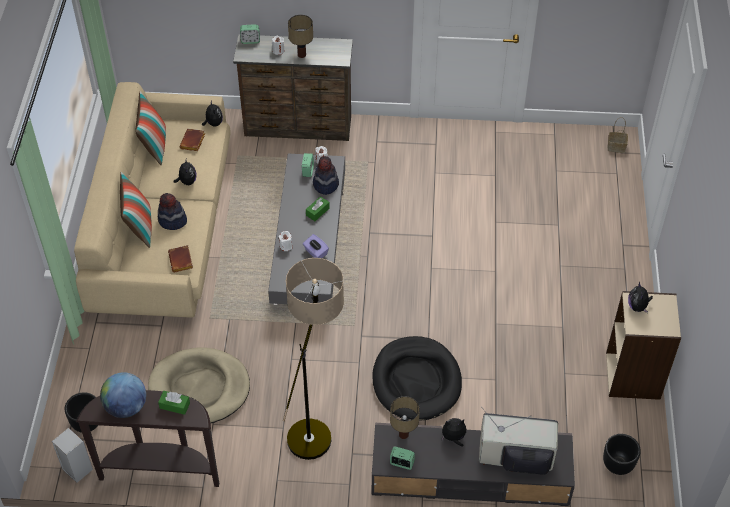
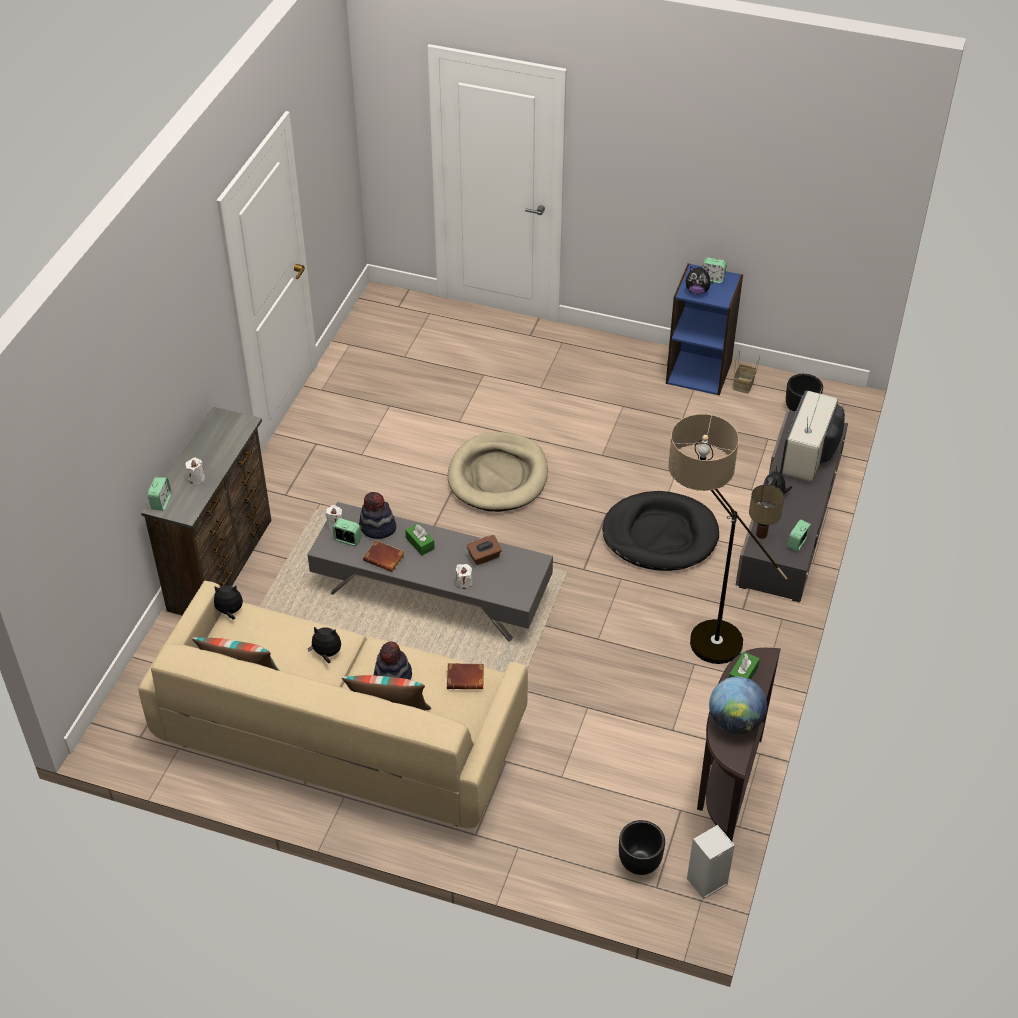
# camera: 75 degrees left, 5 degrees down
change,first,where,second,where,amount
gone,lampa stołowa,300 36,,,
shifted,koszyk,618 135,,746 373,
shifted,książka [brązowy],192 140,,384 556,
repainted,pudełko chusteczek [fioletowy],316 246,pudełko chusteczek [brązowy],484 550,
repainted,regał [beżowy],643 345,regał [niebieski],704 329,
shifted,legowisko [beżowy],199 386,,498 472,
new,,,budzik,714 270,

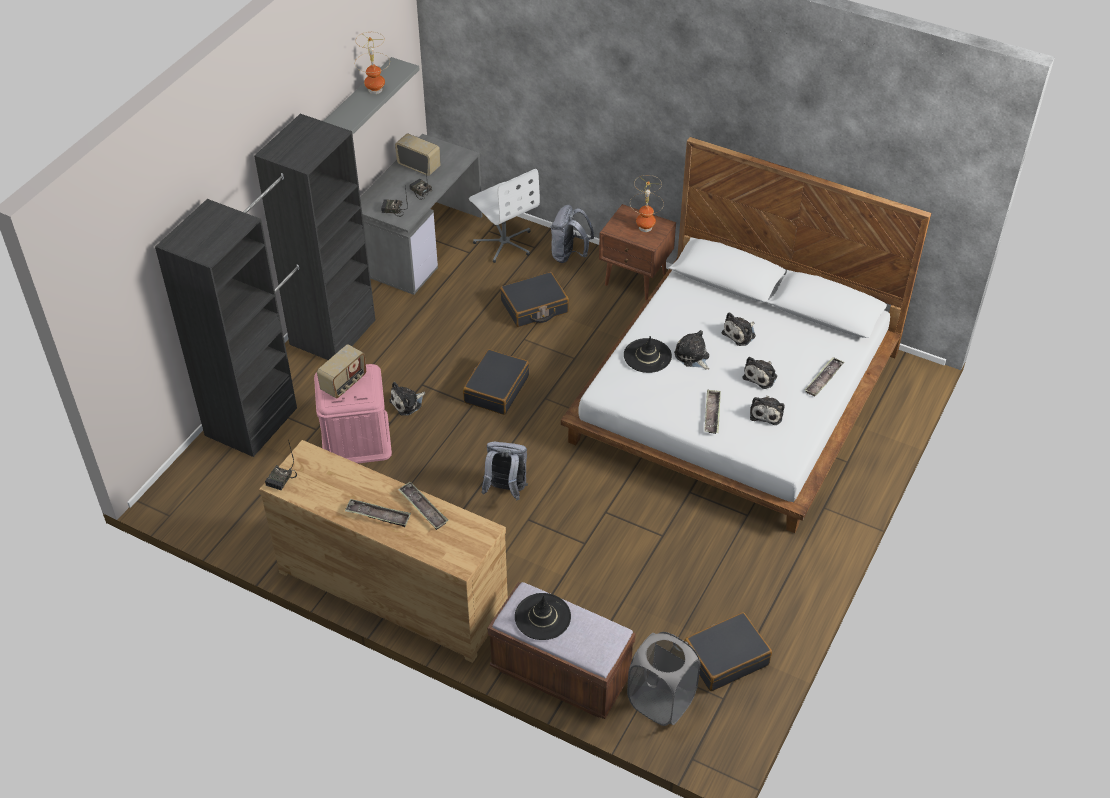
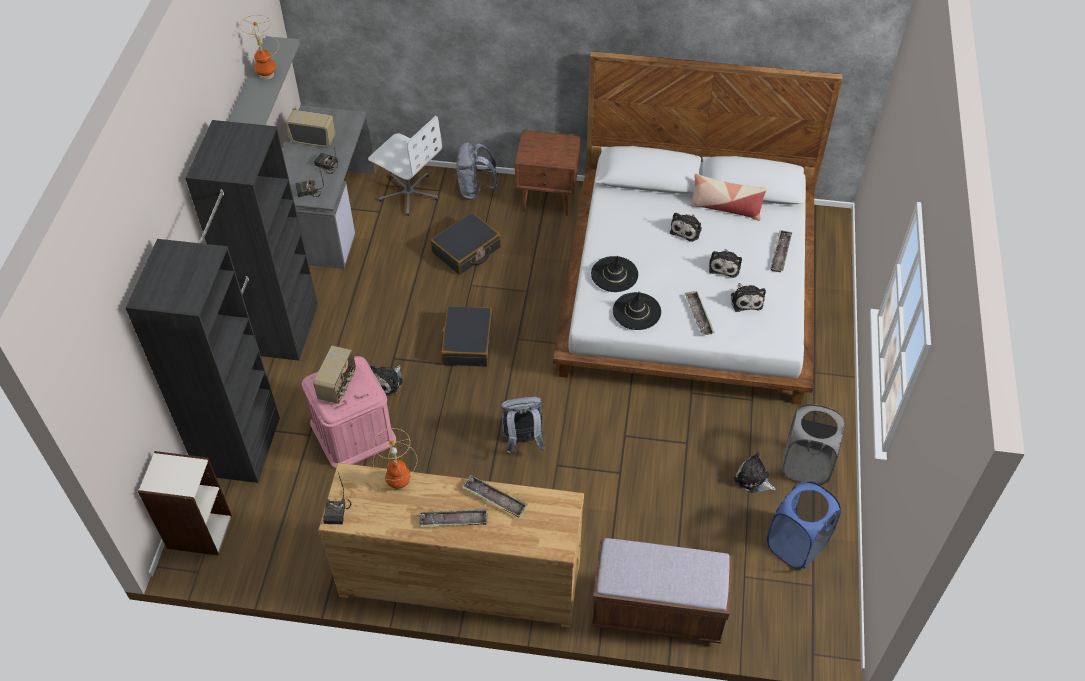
# camera: 20 degrees left, 5 degrees up
change,first,where,second,where,amount
shifted,lampa stołowa,647 203,,395 459,
shifted,pluszak,691 350,,755 472,
shifted,kapelusz [czarny],543 616,,637 311,
swapped,walizka [czarny],728 651,kosz na pranie [niebieski],804 525,
shifted,kosz na pranie [szary],663 679,,813 444,
new,,,poduszka,728 197,
new,,,regał,185 503,

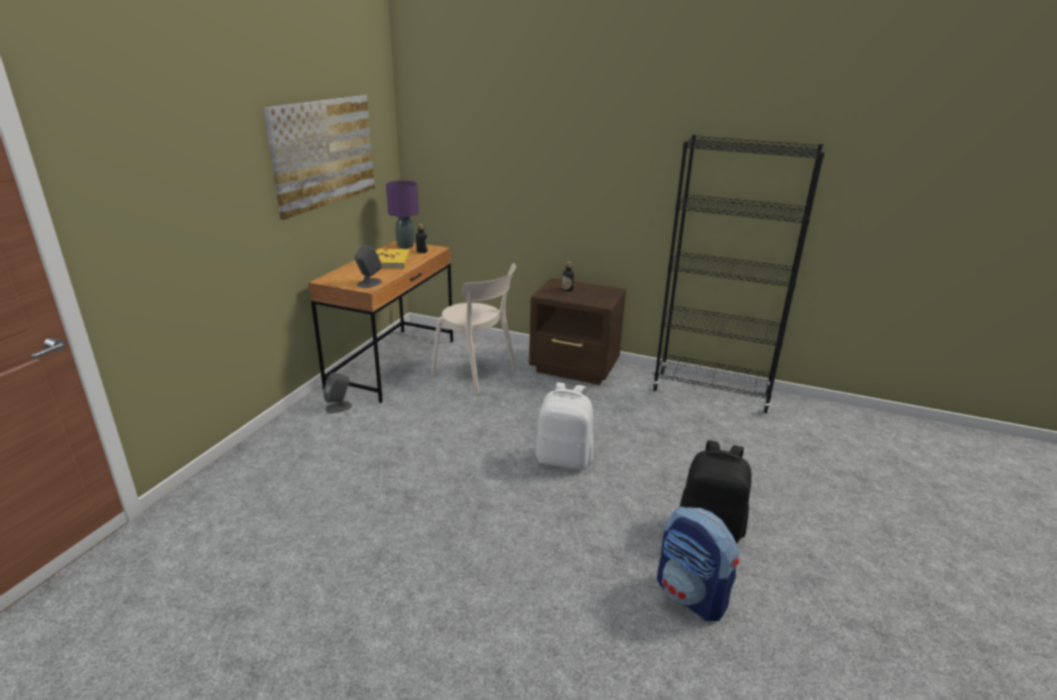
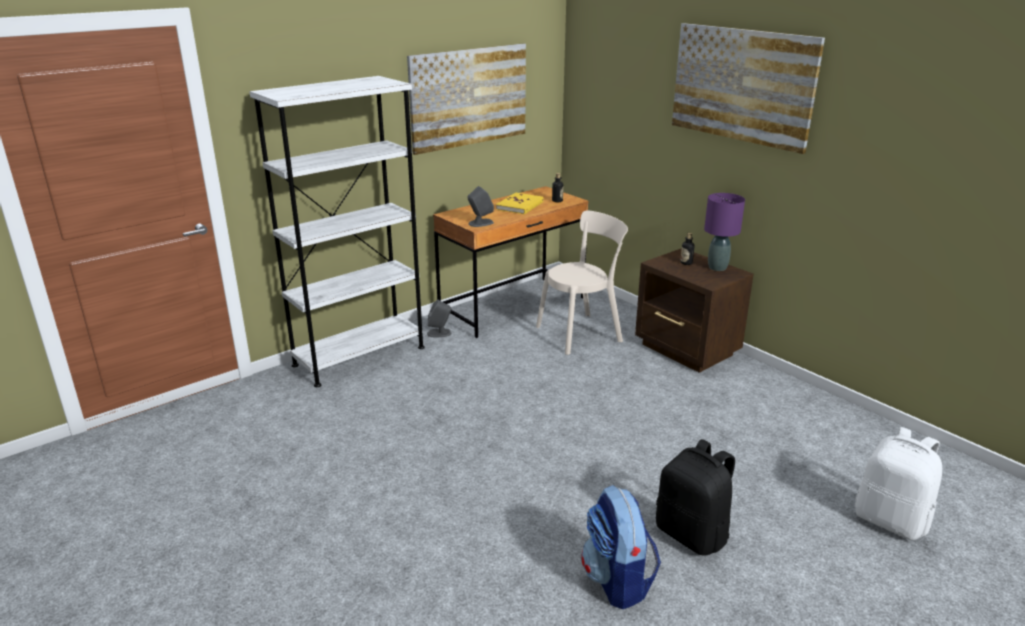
# camera: 30 degrees right, 0 degrees up
change,first,where,second,where,amount
gone,regał [czarny],738 274,,,
shifted,lampa stołowa [fioletowy],402 215,,724 232,
rotated,krzesło [beżowy],474 329,,582 282,90 degrees counterclockwise
shifted,plecak [biały],564 426,,898 483,
new,,,obraz,748 88,
new,,,regał [biały],337 231,

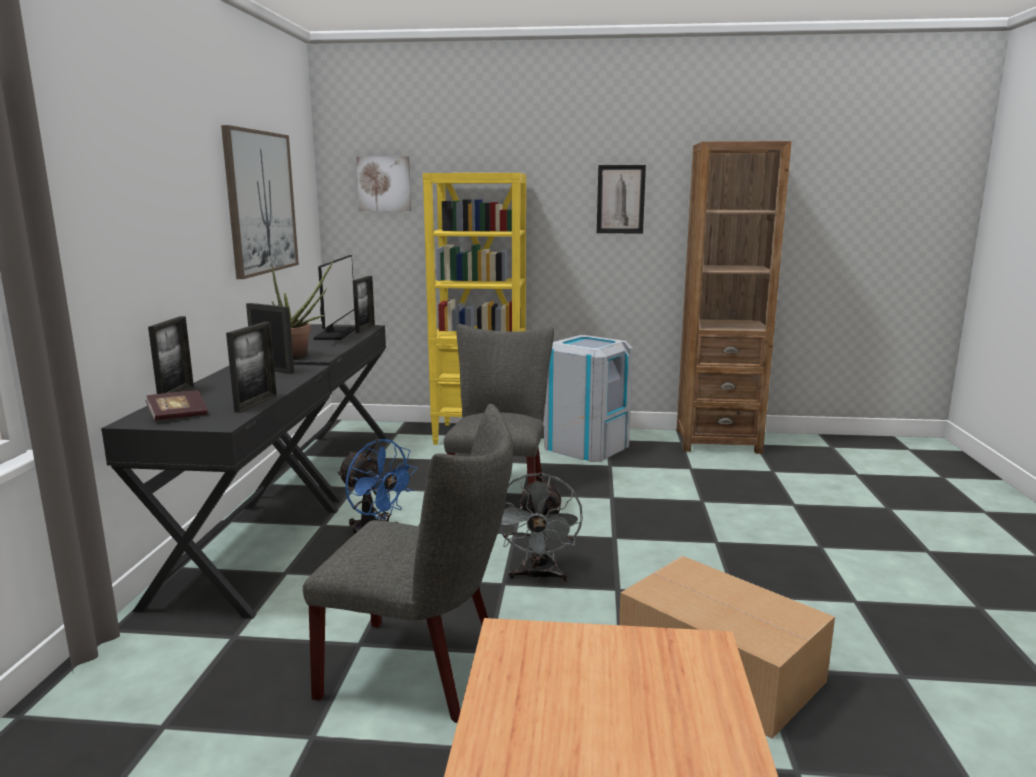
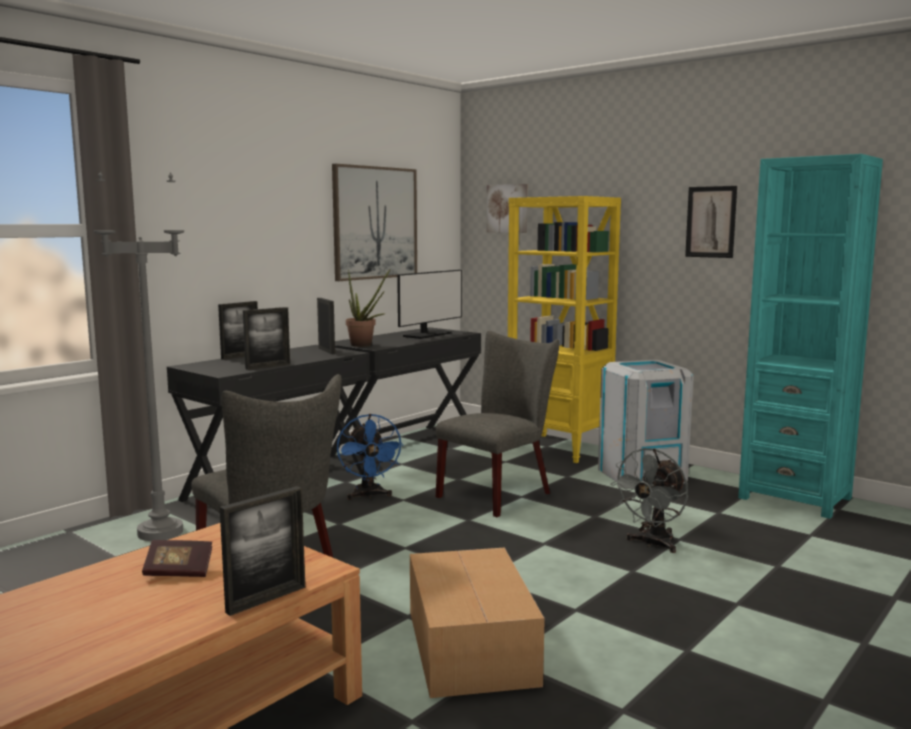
# camera: 35 degrees right, 5 degrees down
change,first,where,second,where,amount
repainted,regał [brązowy],734 297,regał [turkusowy],810 336,
shifted,ramka na zdjęcie,364 304,,262 551,
shifted,książka,177 405,,177 558,
shifted,wentylator [szary],541 527,,649 500,
new,,,lampa stojąca [szary],139 356,

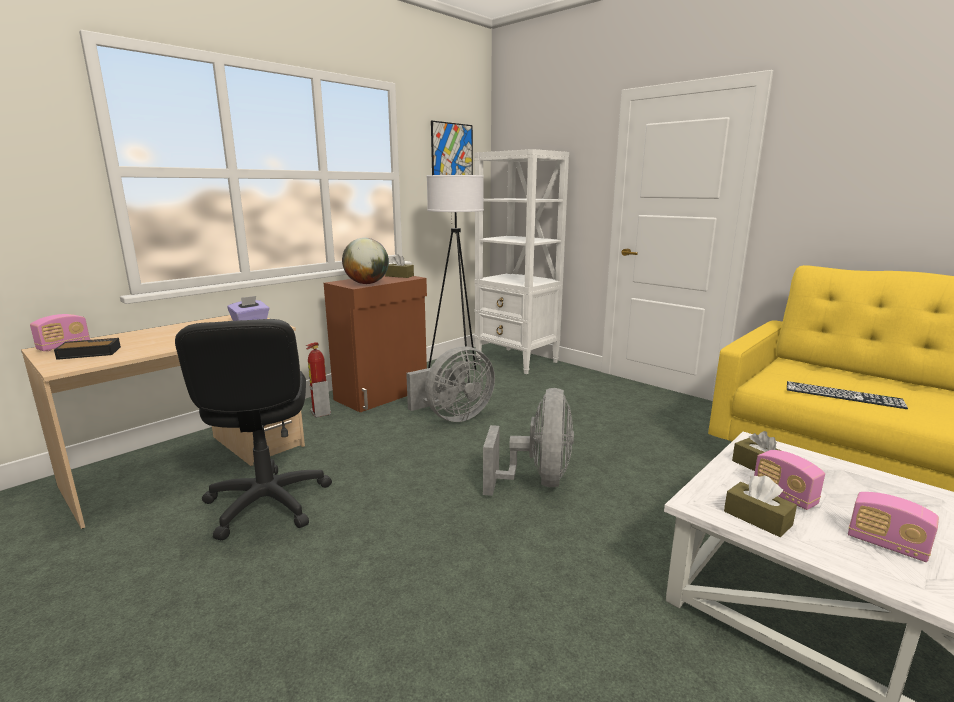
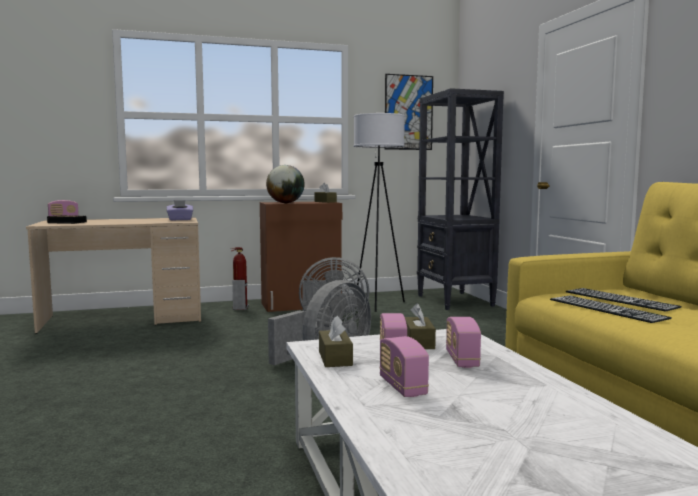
# camera: 30 degrees right, 10 degrees down
change,first,where,second,where,amount
repainted,regał [biały],521 261,regał [czarny],460 199,
gone,krzesło biurowe [czarny],253 429,,,
new,,,klawiatura,624 299,
new,,,radio,463 342,

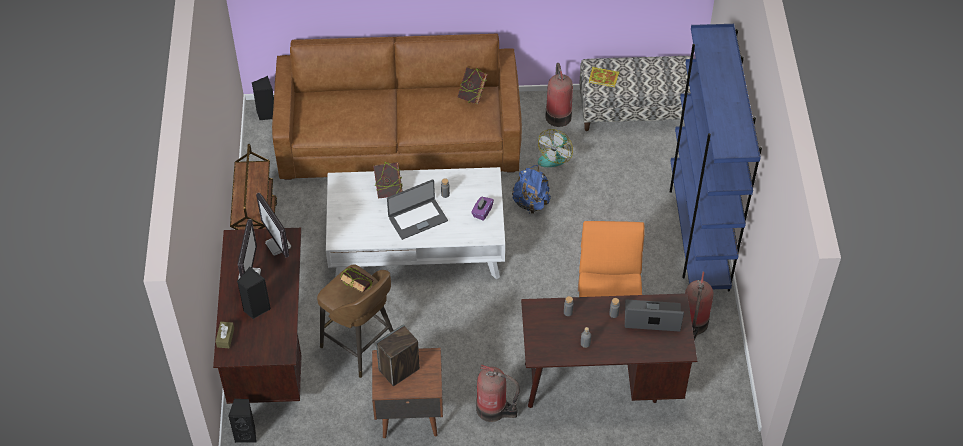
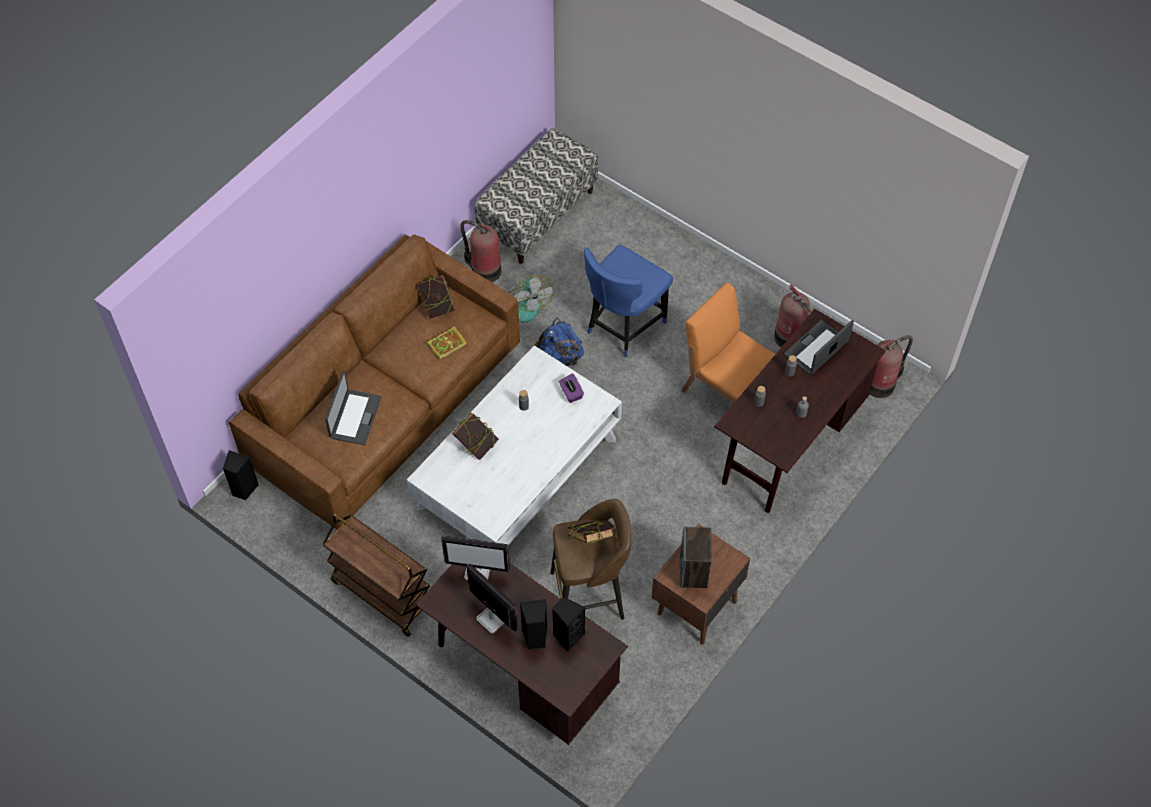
# camera: 50 degrees left, 5 degrees up
change,first,where,second,where,amount
gone,regał [niebieski],716 157,,,
shifted,książka,604 77,,446 342,
shifted,laptop,417 209,,353 408,
gone,pudełko chusteczek [brązowy],225 335,,,
shifted,gaśnica,498 393,,891 366,
shifted,głośnik [czarny],242 421,,568 624,
new,,,krzesło [niebieski],628 301,

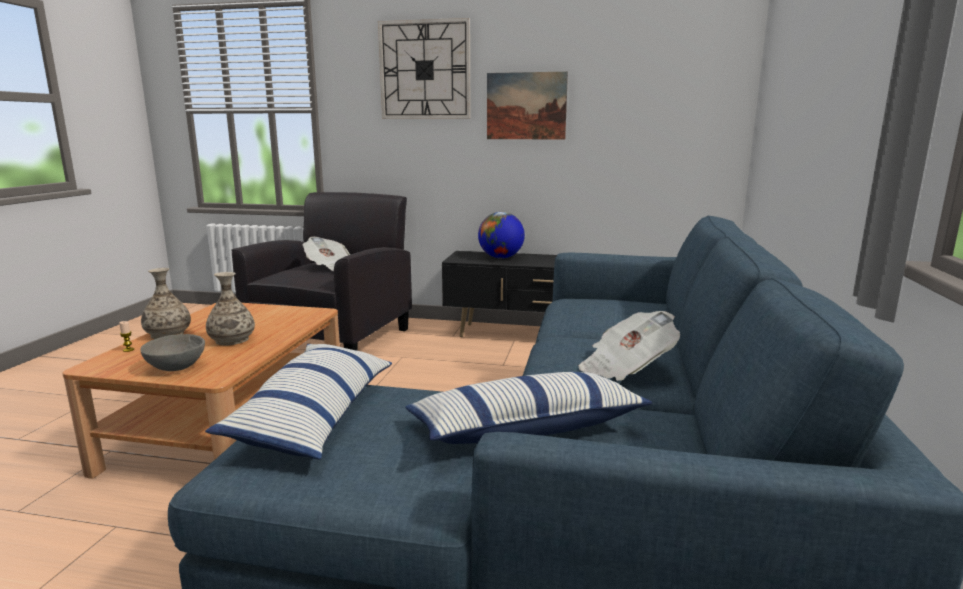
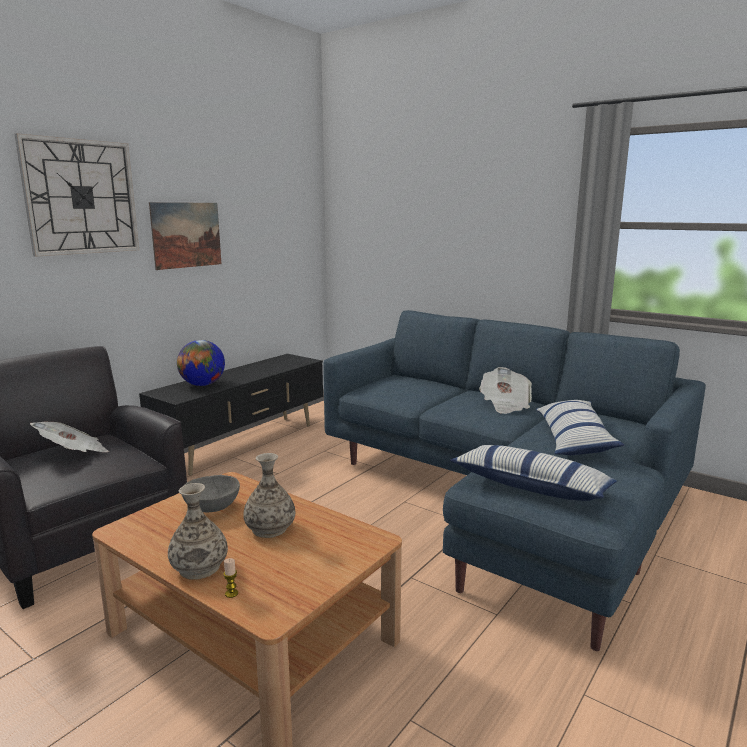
# camera: 65 degrees left, 0 degrees up
change,first,where,second,where,amount
shifted,miska [szary],172 352,,211 493,

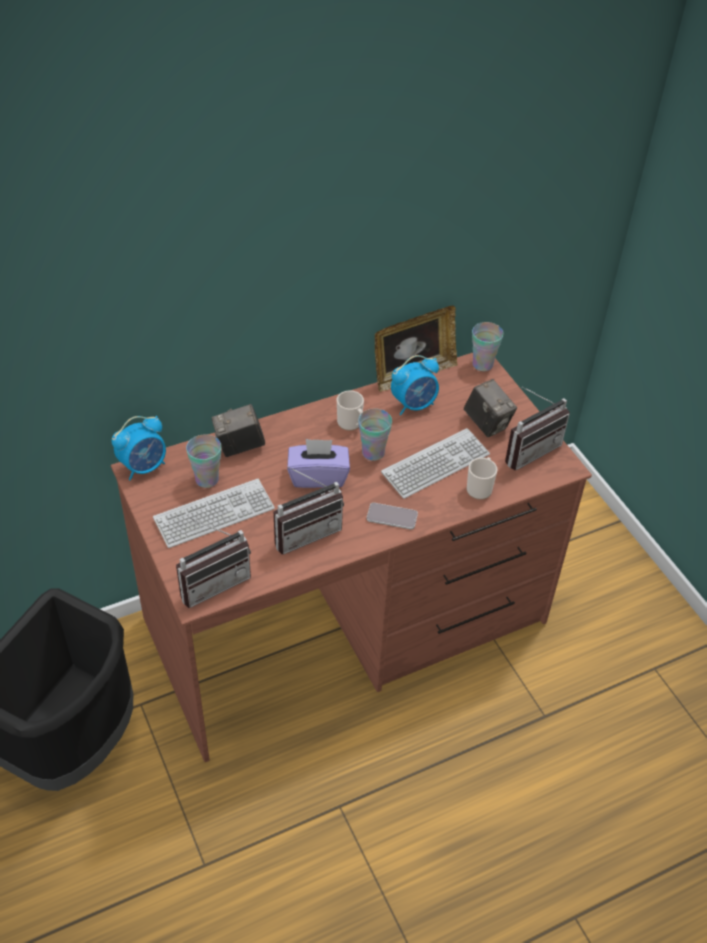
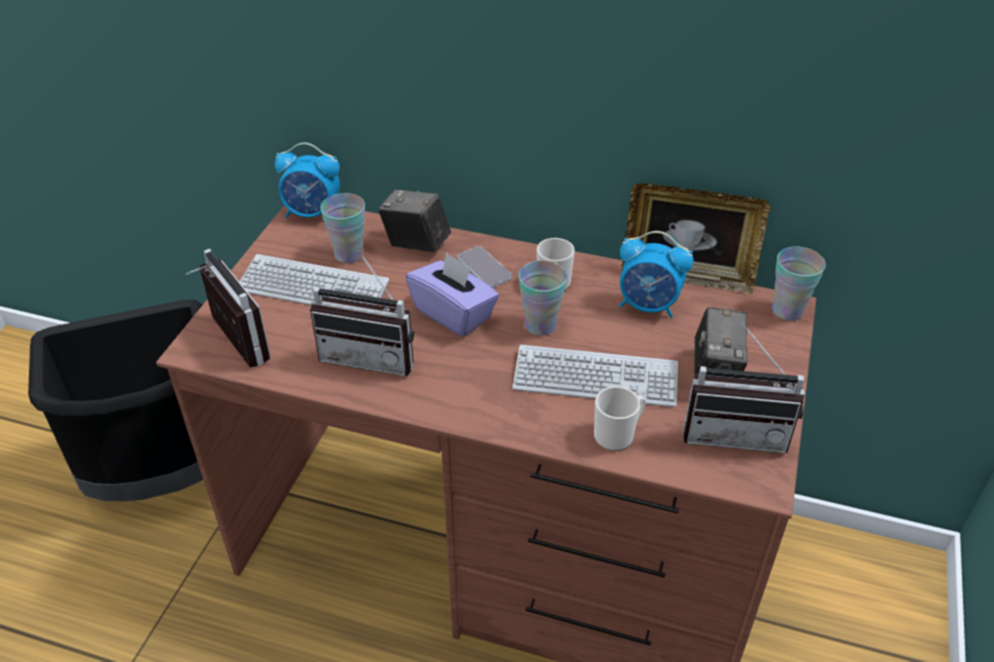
# camera: 45 degrees right, 5 degrees down
change,first,where,second,where,amount
shifted,telefon,392 516,,484 267,
rotated,radio,213 562,,228 308,135 degrees counterclockwise

